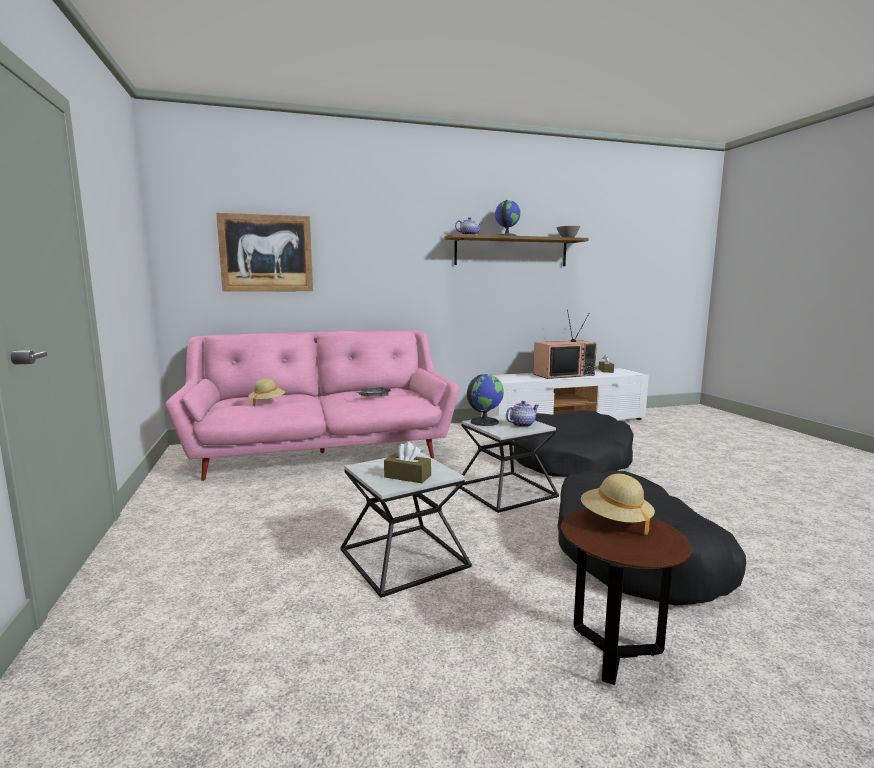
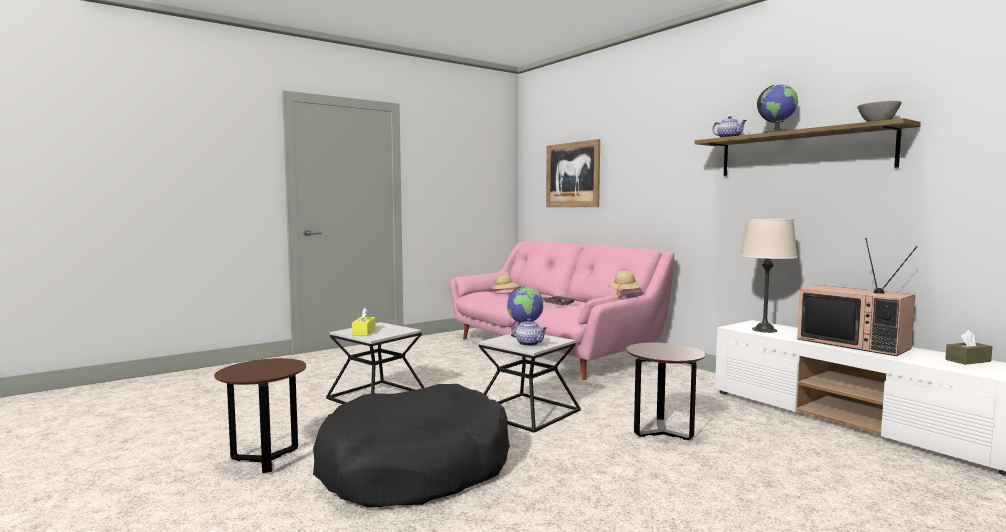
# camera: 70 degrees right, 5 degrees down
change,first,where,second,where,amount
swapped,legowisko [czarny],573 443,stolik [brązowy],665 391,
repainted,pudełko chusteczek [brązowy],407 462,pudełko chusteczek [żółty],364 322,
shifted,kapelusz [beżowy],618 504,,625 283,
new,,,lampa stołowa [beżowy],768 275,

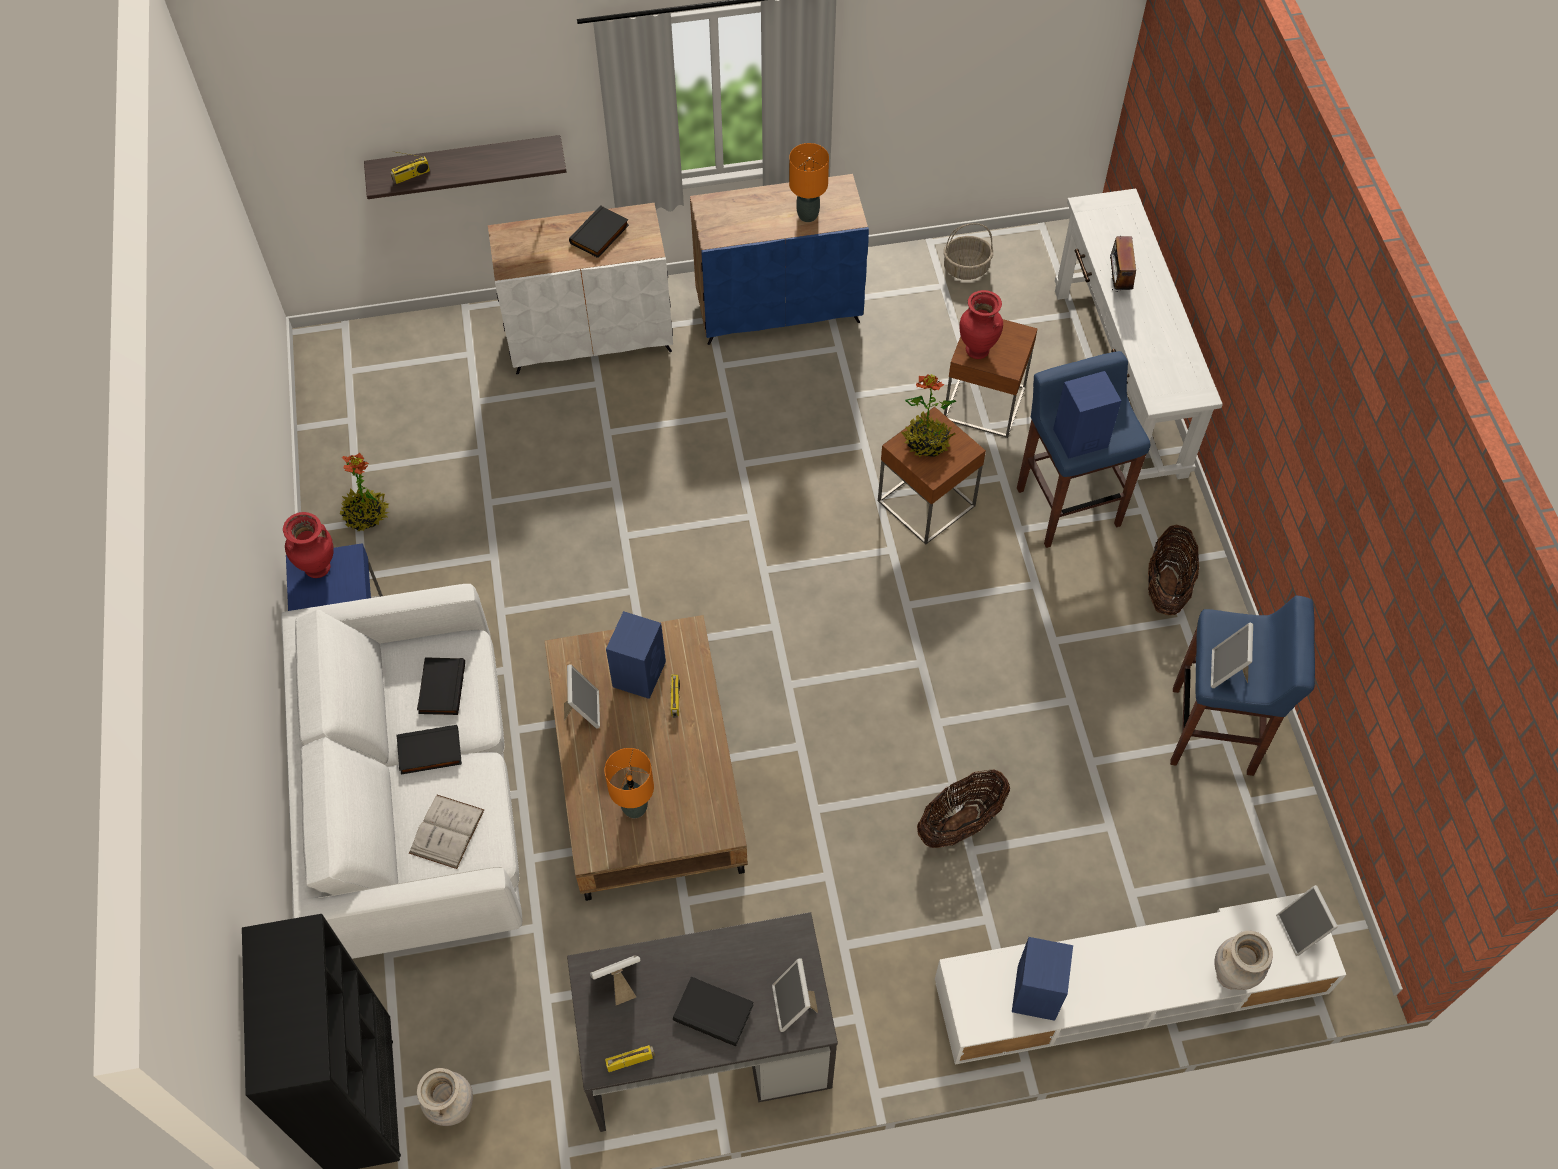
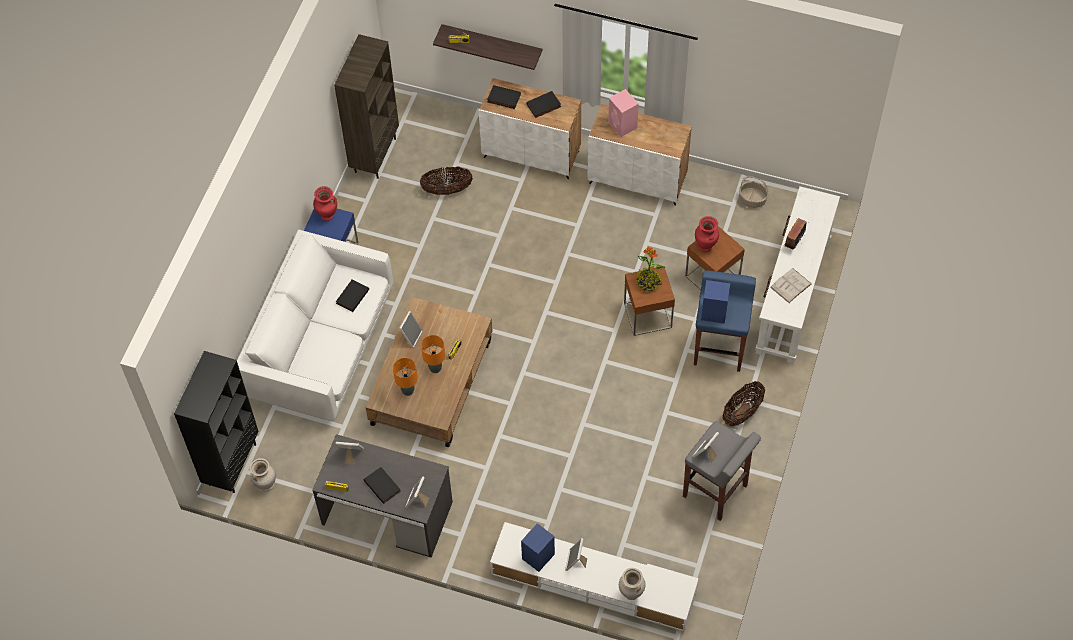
# camera: 30 degrees right, 0 degrees up
change,first,where,second,where,amount
shifted,lampa stołowa [pomarańczowy],809 182,,433 354,
repainted,szafka [niebieski],779 259,szafka [biały],640 155,
gone,roślina doniczkowa,364 492,,,
repainted,stołek [niebieski],1242 686,stołek [szary],722 471,
gone,głośnik [niebieski],636 655,,,
shifted,książka [czarny],429 749,,504 97,
shifted,koszyk,963 809,,446 181,
shifted,książka [biały],446 832,,791 285,
shifted,ramka na zdjęcie,1307 920,,576 554,
new,,,regał [brązowy],366 106,
new,,,głośnik [różowy],623 113,

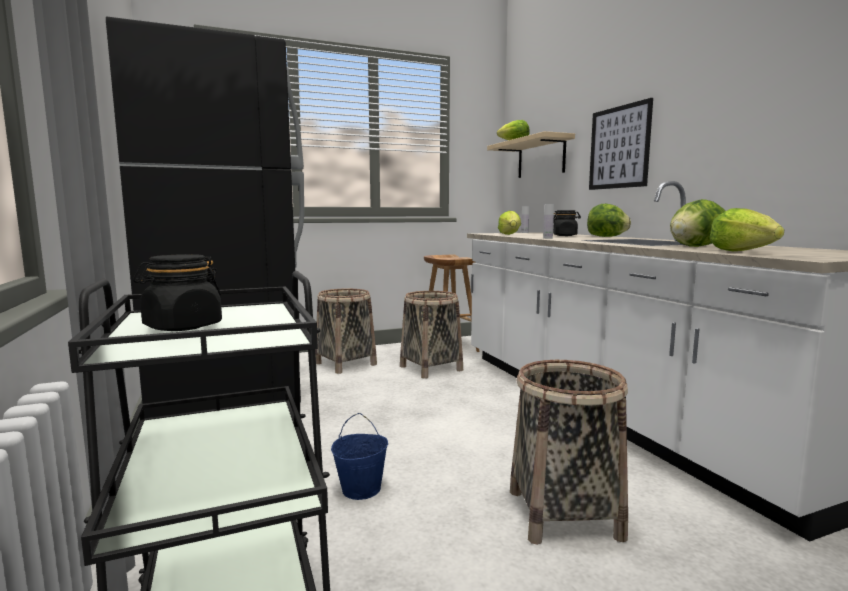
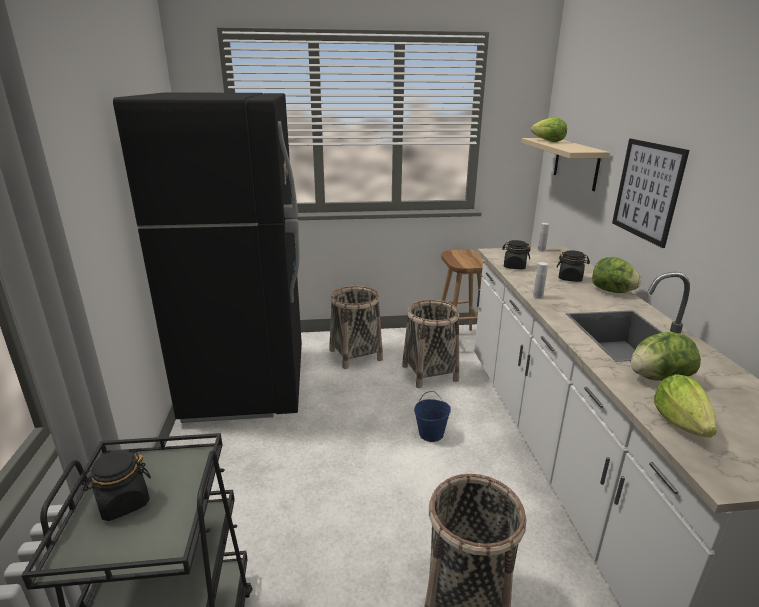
# camera: 15 degrees right, 15 degrees up
change,first,where,second,where,amount
swapped,sałata,509 223,słoik [czarny],516 254,
shifted,wiadro [niebieski],359 456,,432 416,

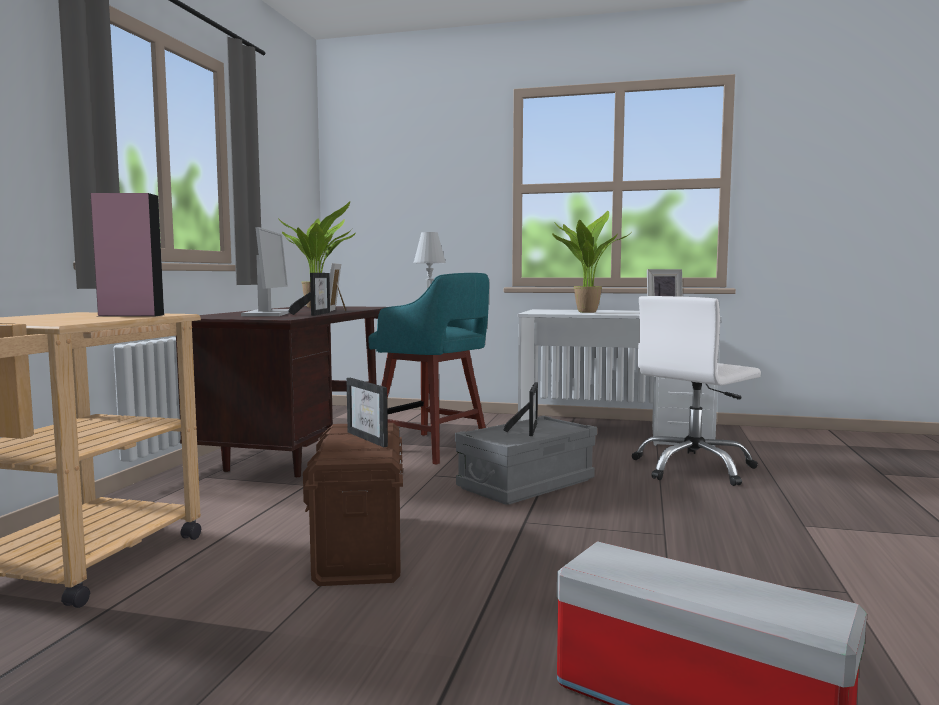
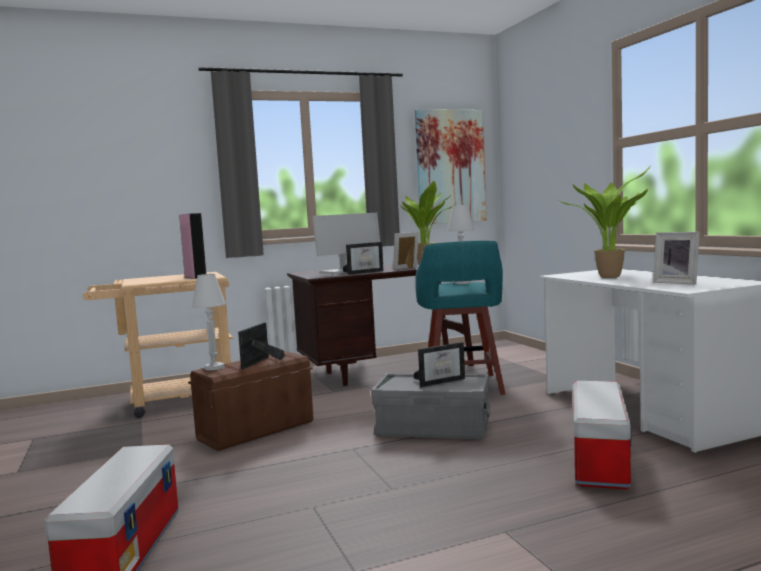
# camera: 55 degrees right, 0 degrees up
change,first,where,second,where,amount
swapped,krzesło biurowe [biały],696 391,pojemnik do przechowywania,602 435,
new,,,obraz,451 166,
new,,,lampa stołowa [biały],209 322,

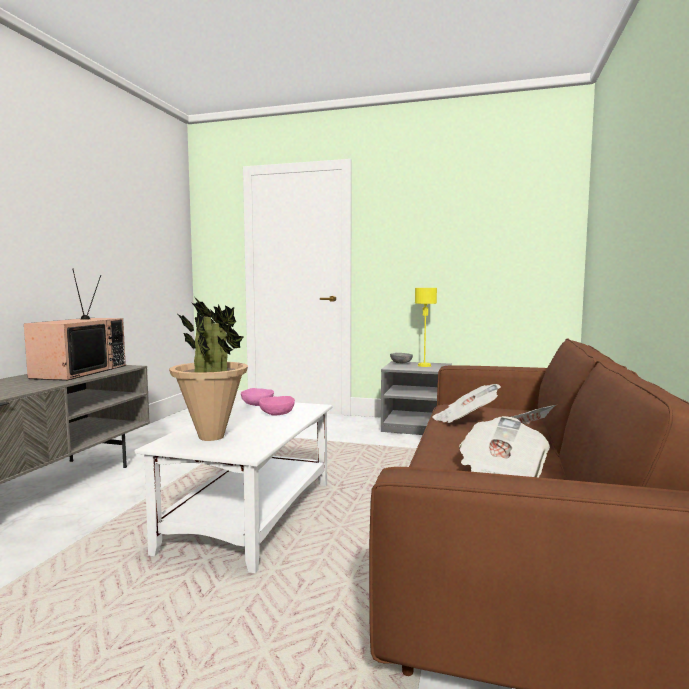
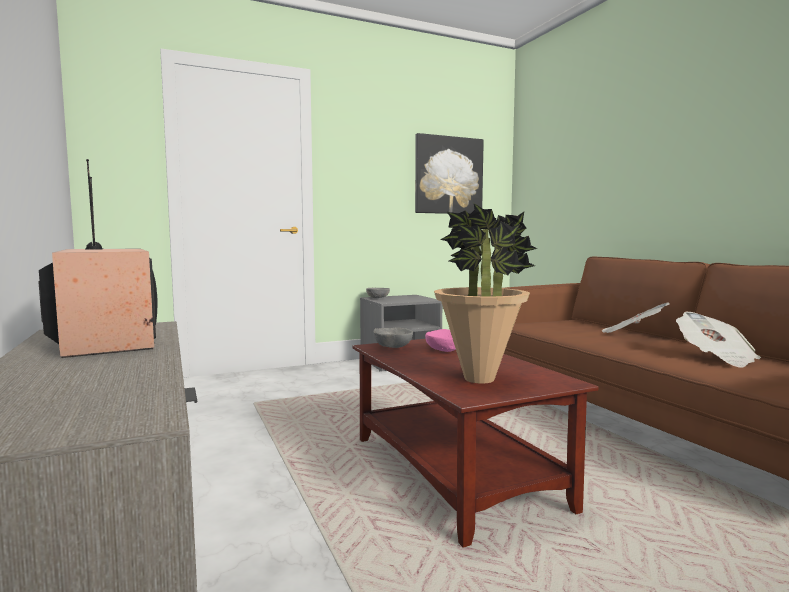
# camera: 40 degrees left, 0 degrees up
change,first,where,second,where,amount
gone,lampa stołowa [żółty],426 327,,,
gone,gazeta,466 403,,,
repainted,miska [różowy],257 397,miska [szary],393 337,
repainted,ława [biały],234 486,ława [brązowy],475 443,
new,,,obraz,449 173,

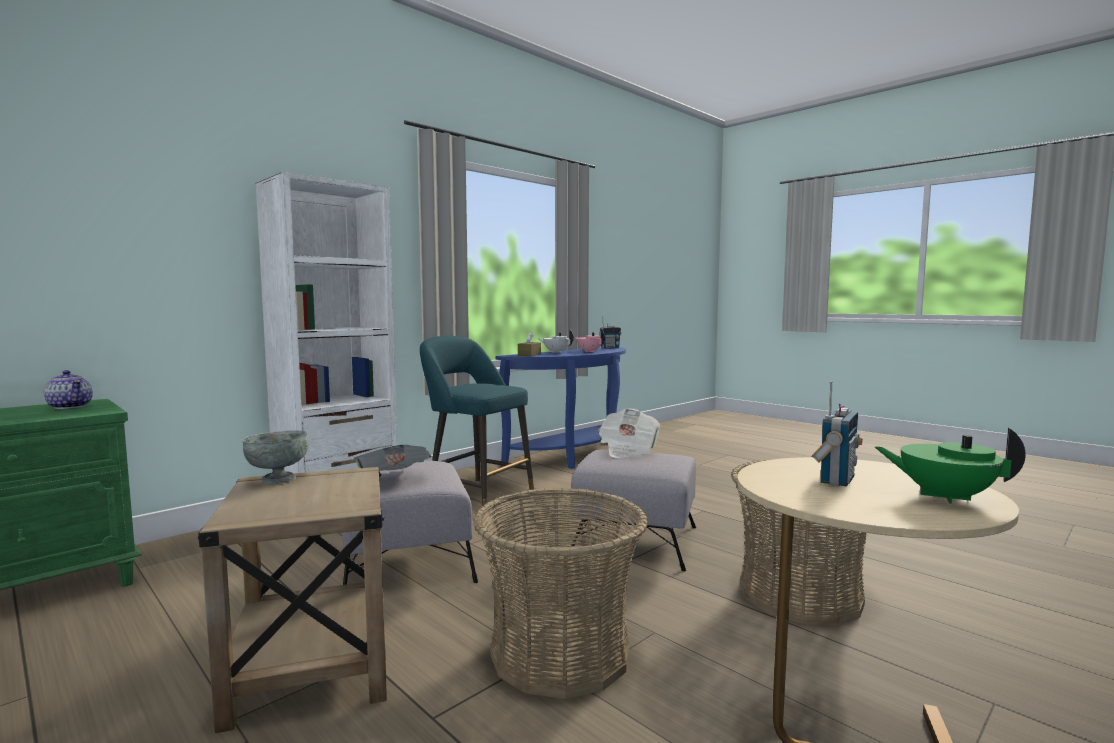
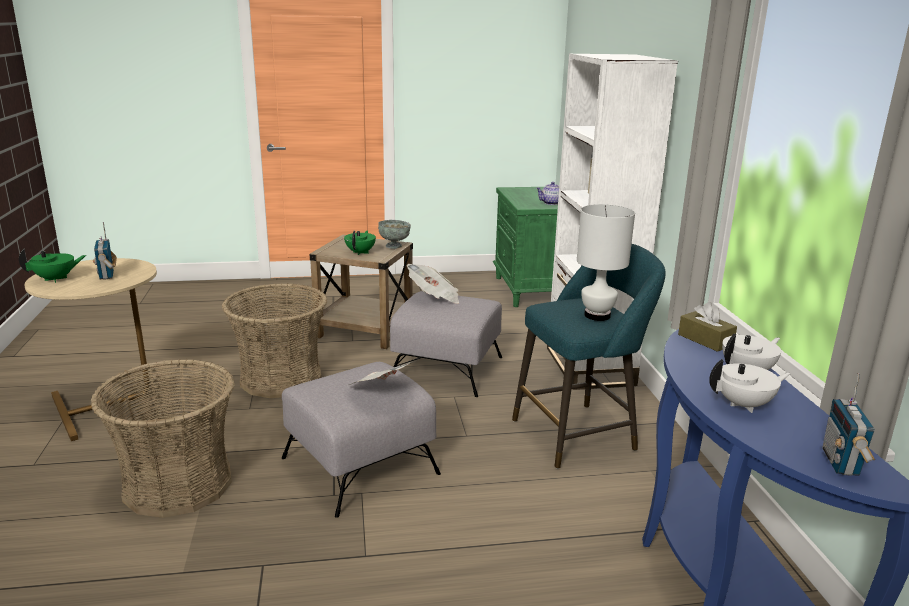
# camera: 125 degrees right, 15 degrees up
change,first,where,second,where,amount
repainted,imbryk [różowy],590 340,imbryk [biały],750 386,
new,,,lampa stołowa [biały],606 262,
new,,,imbryk [zielony],360 243,

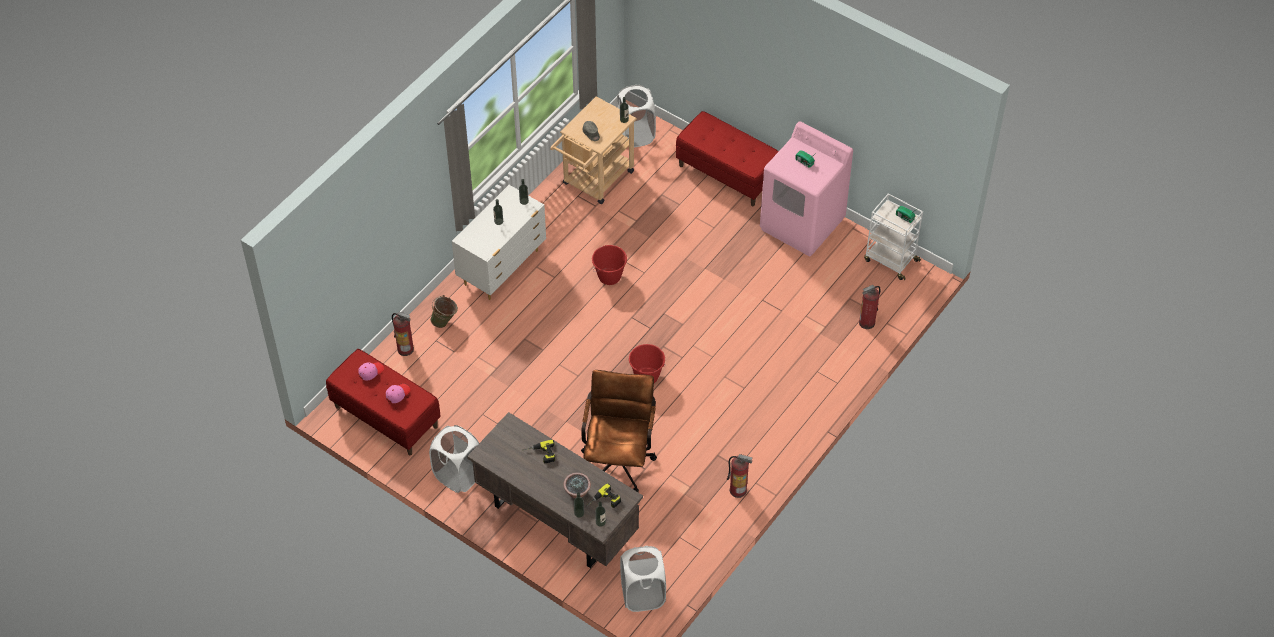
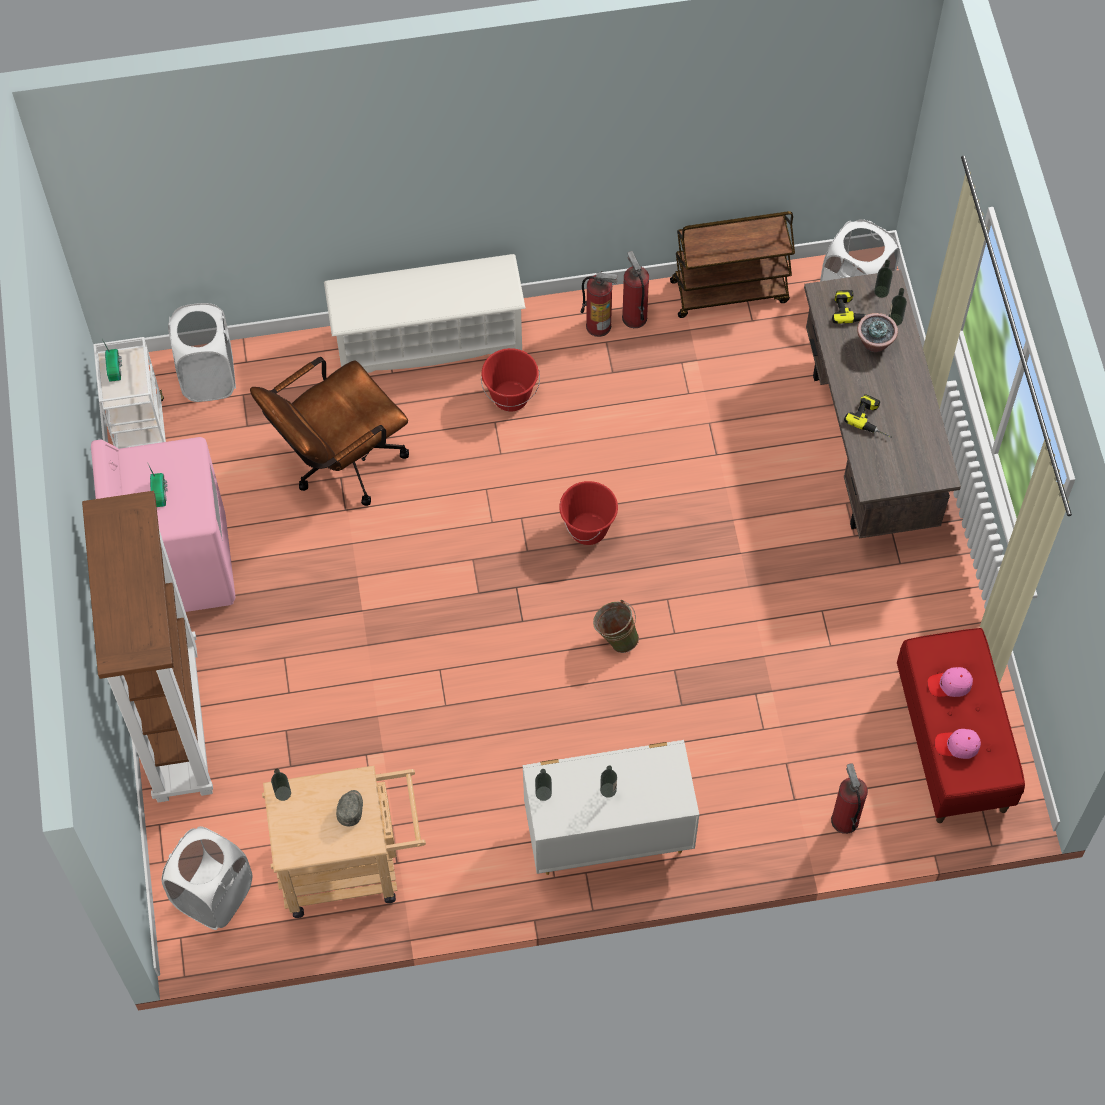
# camera: 135 degrees left, 10 degrees up
change,first,where,second,where,amount
swapped,ławka [czerwony],727 158,regał [brązowy],147 647,
shifted,wiadro [czerwony],609 265,,510 379,
shifted,gaśnica,869 307,,599 304,
shifted,wiadro [zielony],444 311,,616 626,
shifted,krzesło biurowe [brązowy],619 431,,329 431,
shifted,kosz na pranie [biały],454 459,,202 352,
new,,,wózek [brązowy],732 264,
new,,,regał na buty [biały],425 313,

